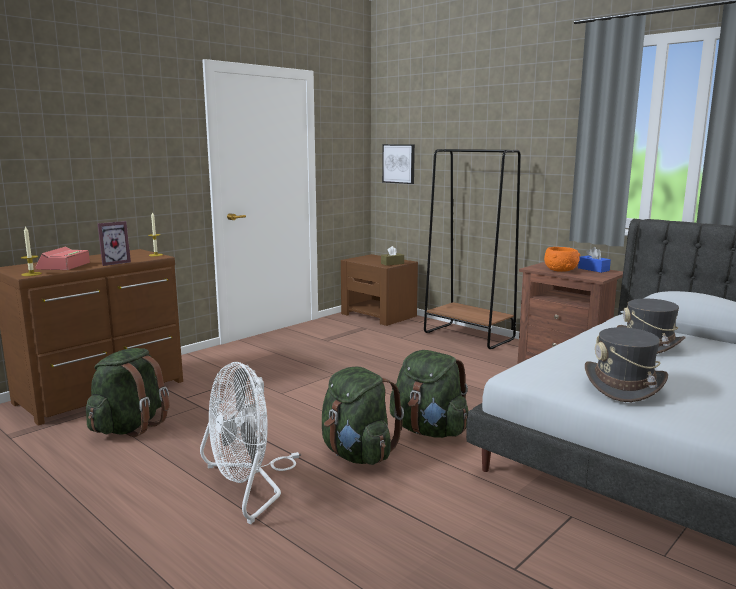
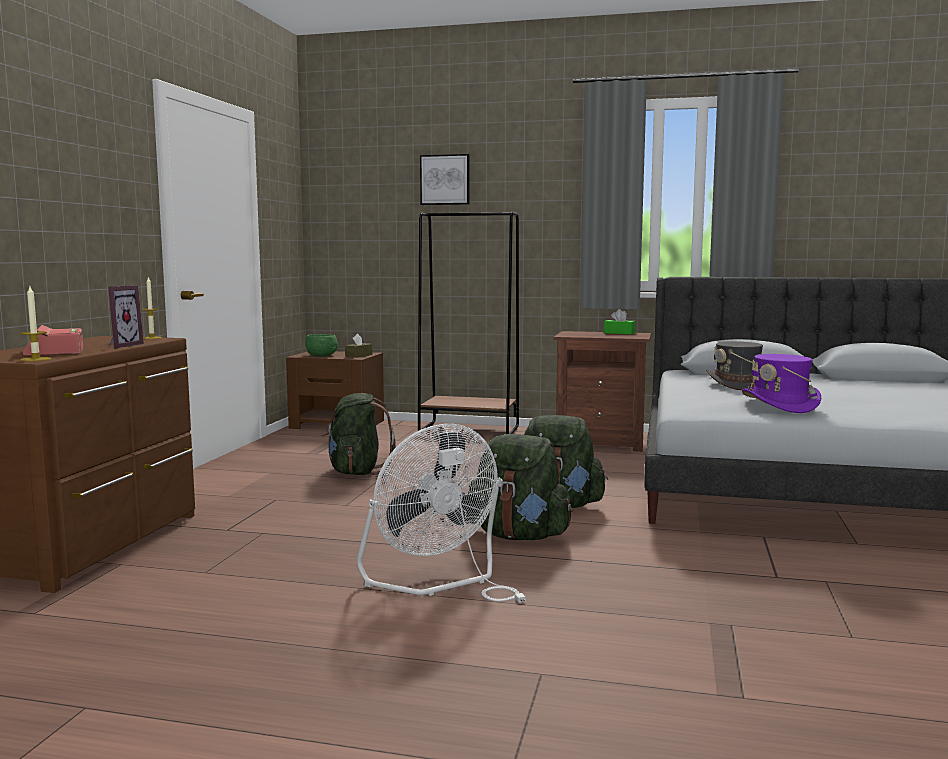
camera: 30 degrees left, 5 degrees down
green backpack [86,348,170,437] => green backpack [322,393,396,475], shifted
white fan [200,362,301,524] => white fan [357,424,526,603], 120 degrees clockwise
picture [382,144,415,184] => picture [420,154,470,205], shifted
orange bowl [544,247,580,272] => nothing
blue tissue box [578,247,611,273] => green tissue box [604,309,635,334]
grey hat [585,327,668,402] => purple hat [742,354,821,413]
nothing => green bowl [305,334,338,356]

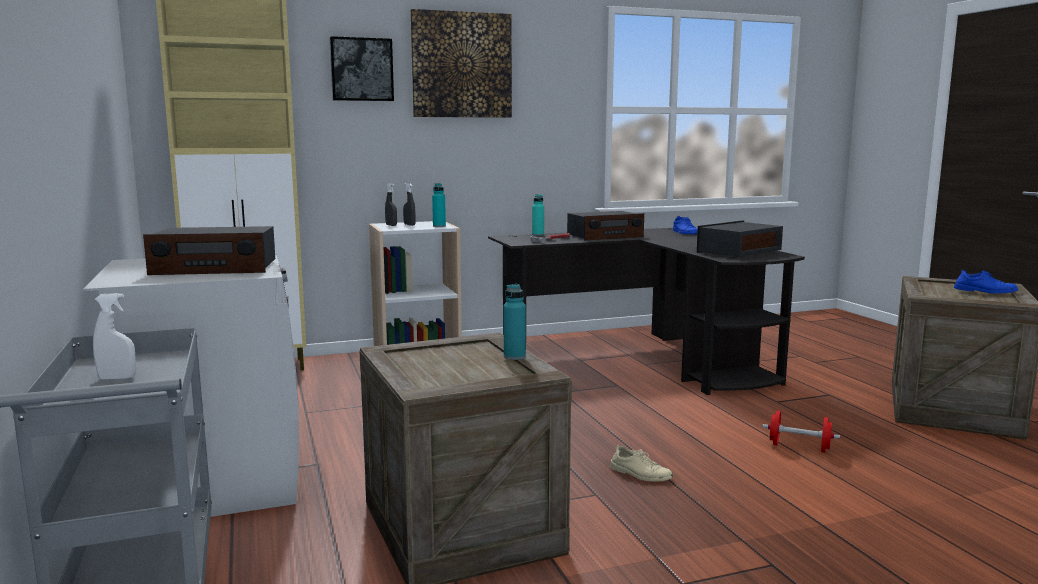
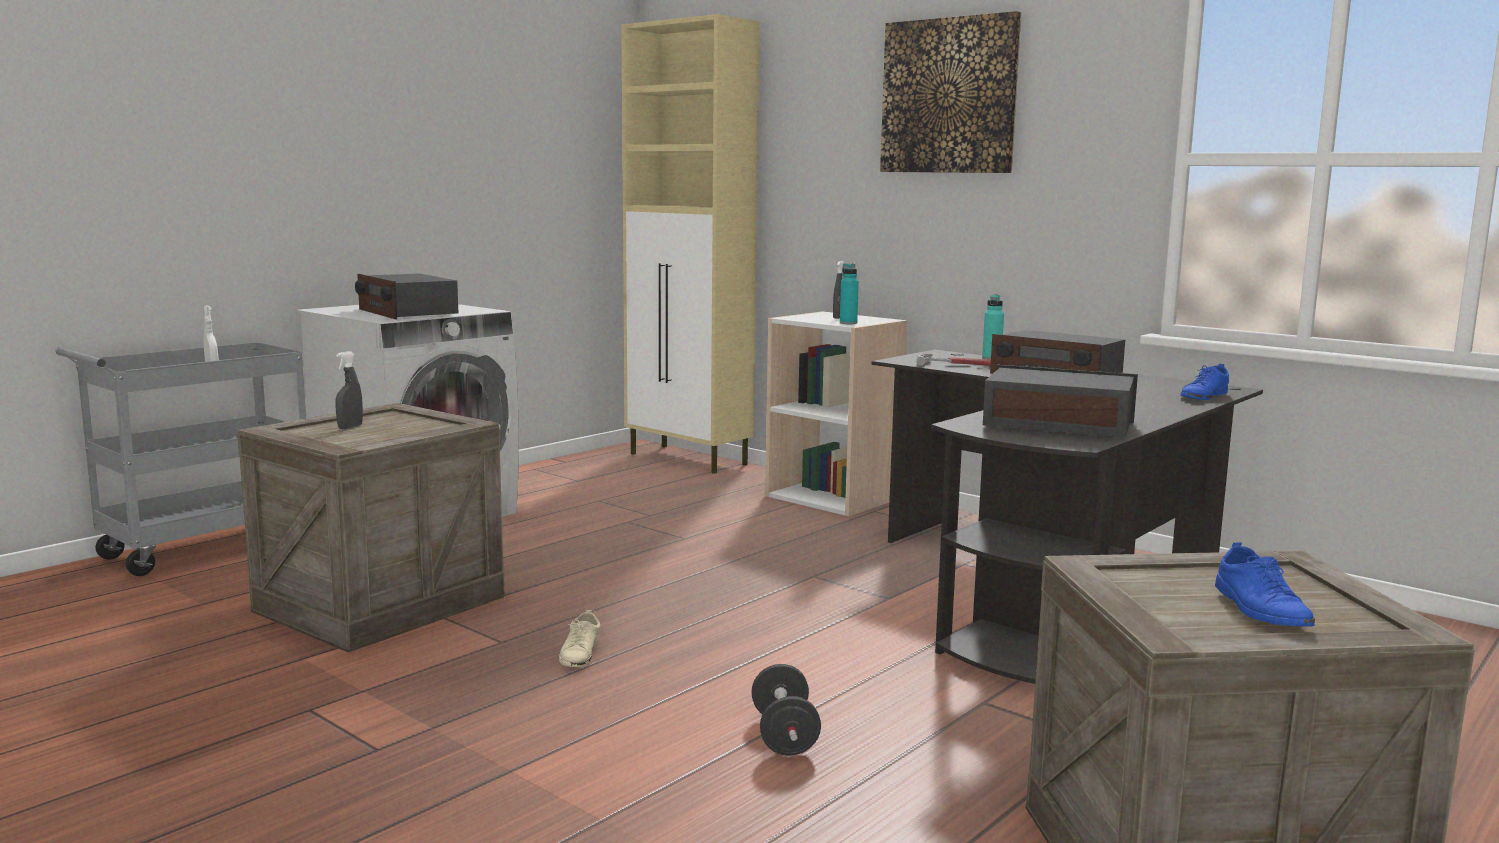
camera: 60 degrees right, 0 degrees up
picture [329,36,394,101] => nothing
grey spray bottle [385,184,397,226] => grey spray bottle [335,351,363,429], shifted
turquoise bottle [504,284,526,360] => nothing
red dumbbell [762,411,840,453] => black dumbbell [751,664,821,756]

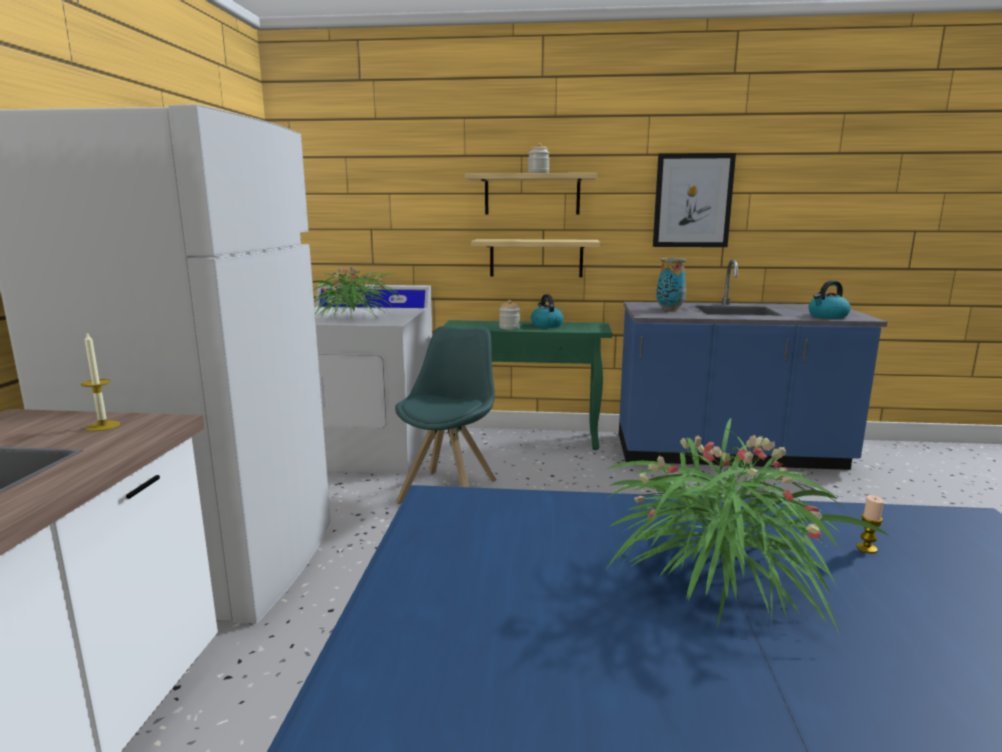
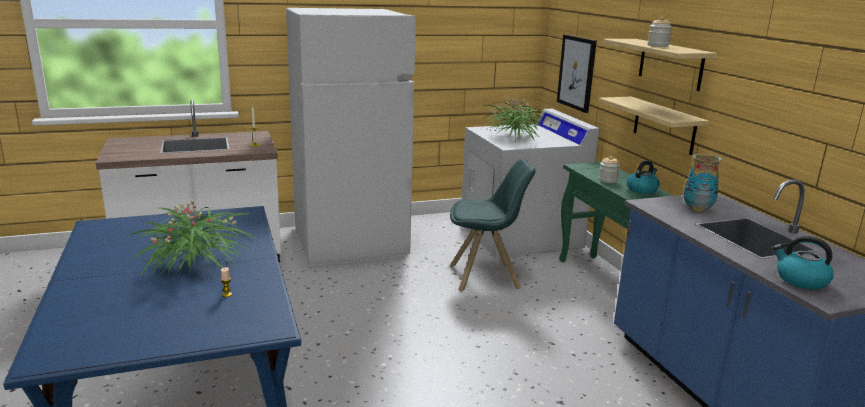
camera: 65 degrees right, 5 degrees up
picture [653,153,736,247] => picture [557,35,597,113], shifted

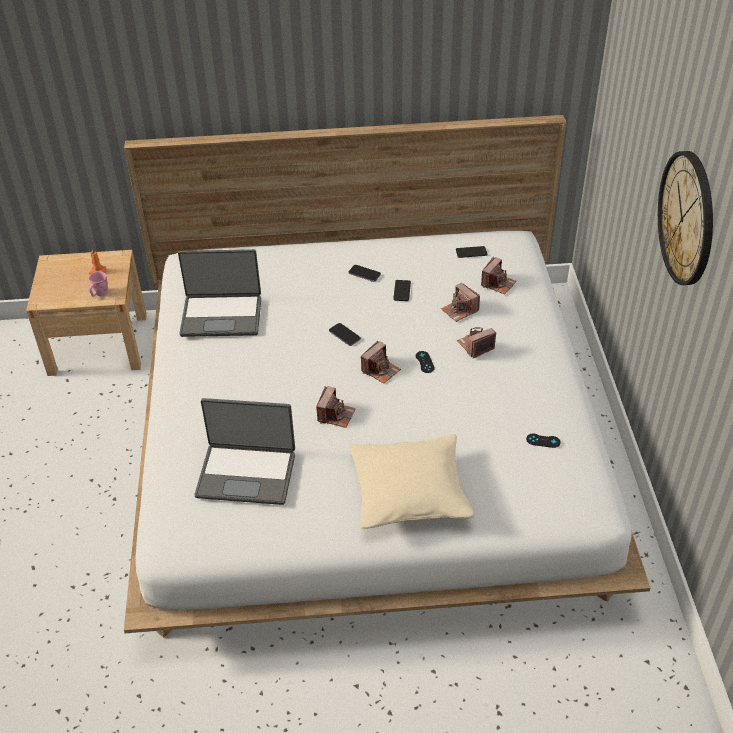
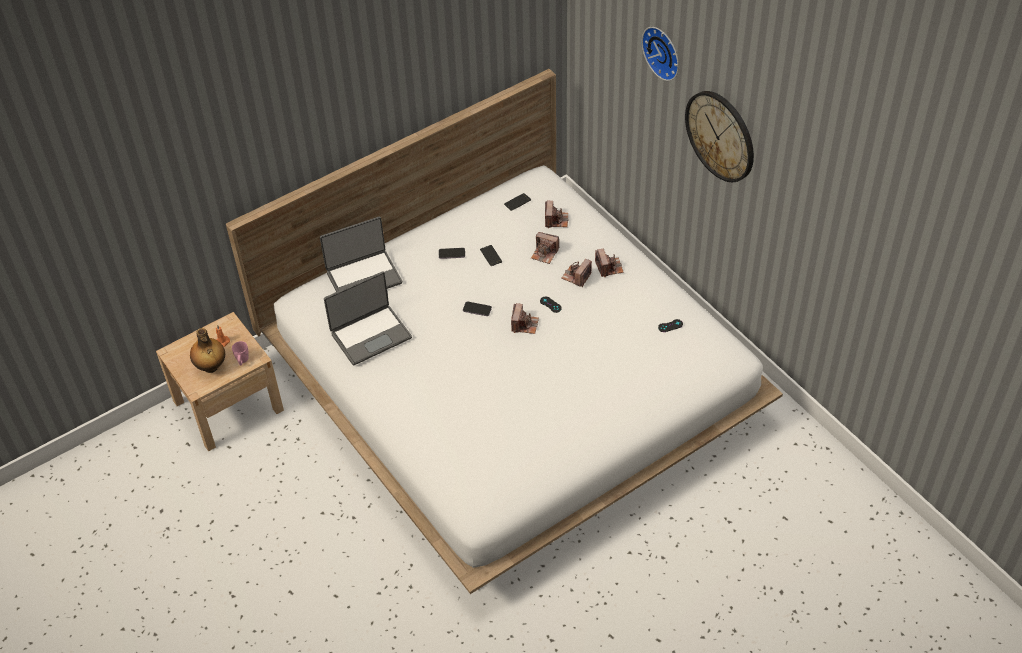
camera: 30 degrees left, 5 degrees up
laptop [194,398,295,505] => laptop [320,216,402,292], shifted
photo camera [316,386,356,428] => photo camera [595,249,624,277], shifted
beige pillow [349,434,474,529] => nothing
nothing => bottle [190,328,225,373]
nothing => wall clock [642,27,679,81]

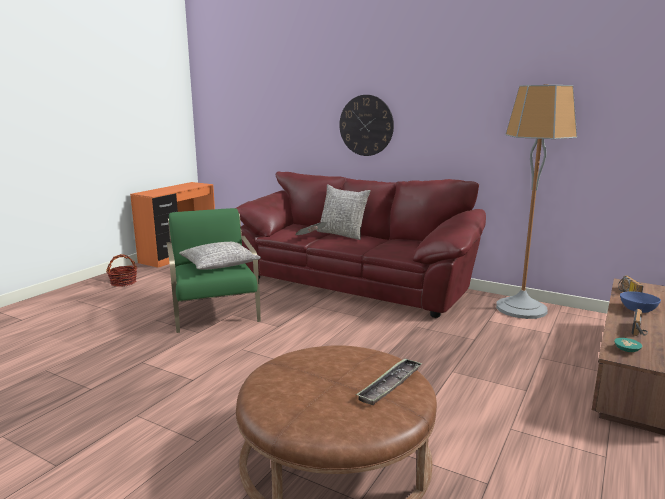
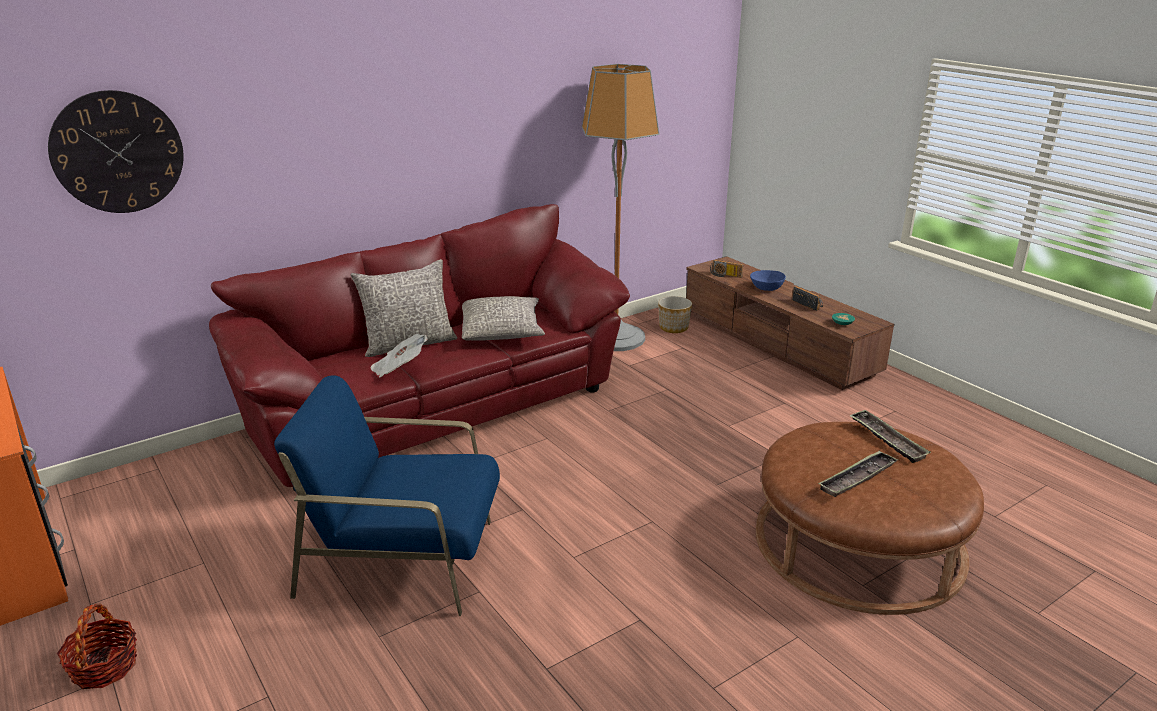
camera: 65 degrees left, 10 degrees up
green armchair [166,208,261,333] => blue armchair [274,375,500,616]
grey pillow [179,242,261,269] => grey pillow [462,296,545,340], shifted
wall clock [339,95,394,156] => wall clock [48,90,183,213], shifted
nothing => planter [658,296,692,333]
nothing => tray [818,450,898,497]

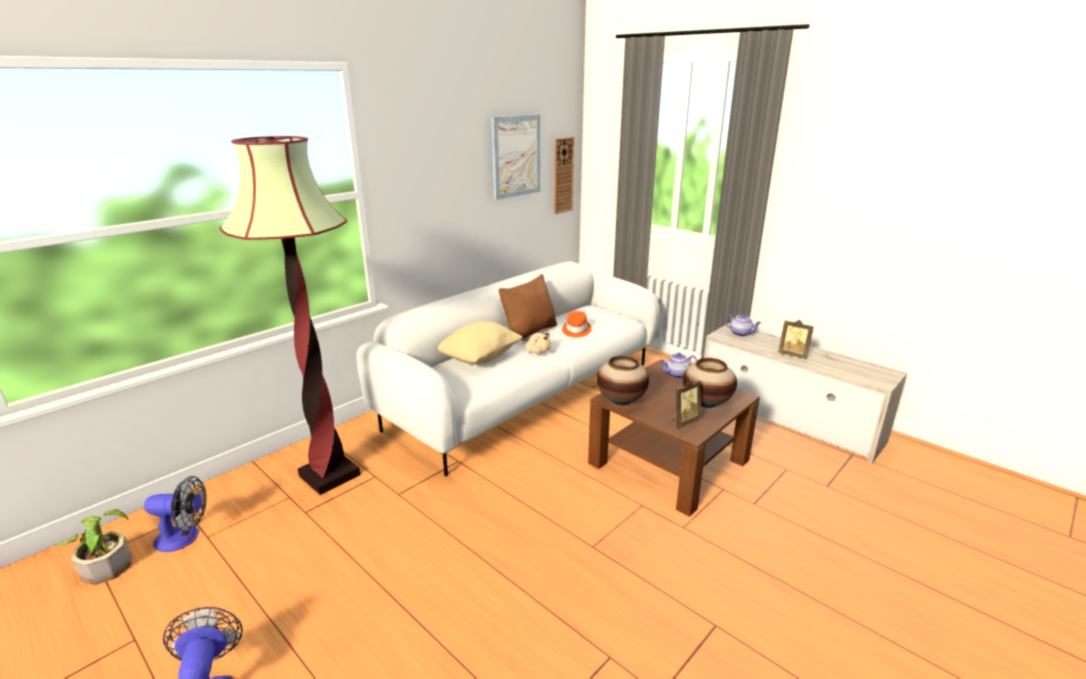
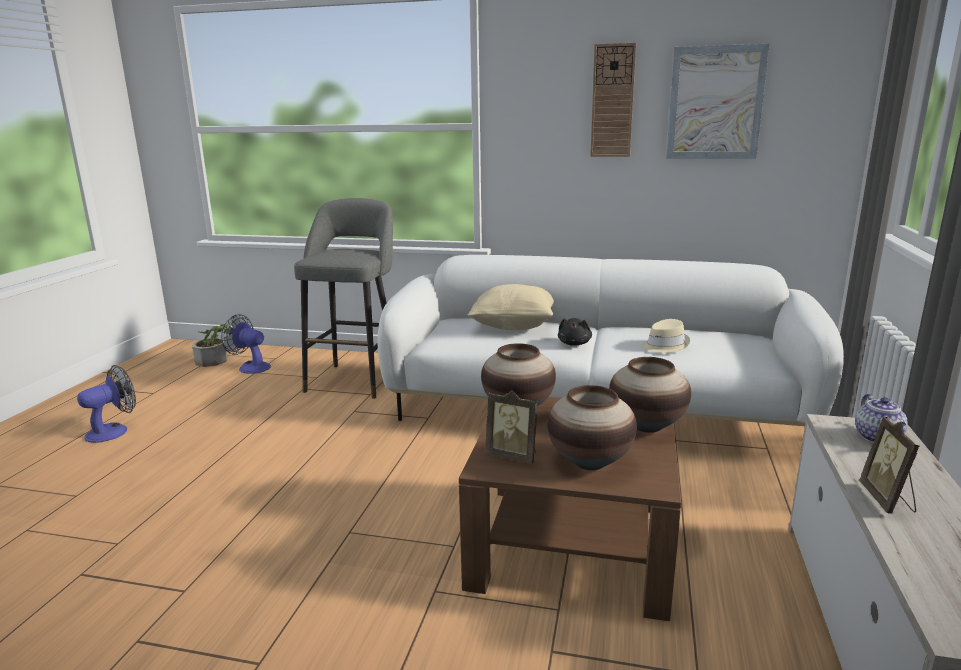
camera: 60 degrees right, 5 degrees down
fan [144,476,207,552] => fan [221,314,271,374], 150 degrees clockwise
floor lamp [220,136,360,495] => grey stool [294,198,393,399]
brown pillow [499,274,557,339] => nothing
beige plush toy [522,331,551,354] => black plush toy [558,318,592,346]
wall clock [554,137,574,214] => wall clock [590,43,636,157], shifted
orange hat [562,311,591,338] => beige hat [641,319,690,353]
teapot [660,353,697,378] => vase [609,357,691,433]

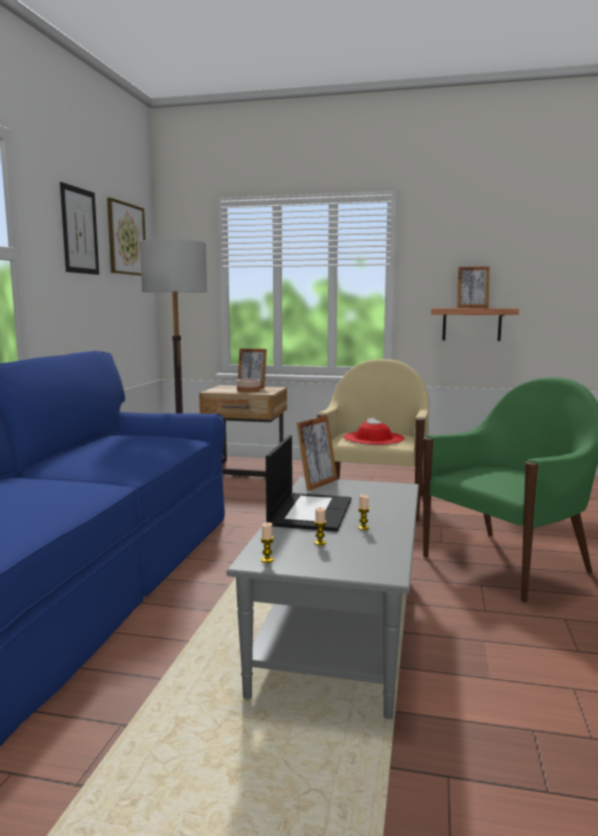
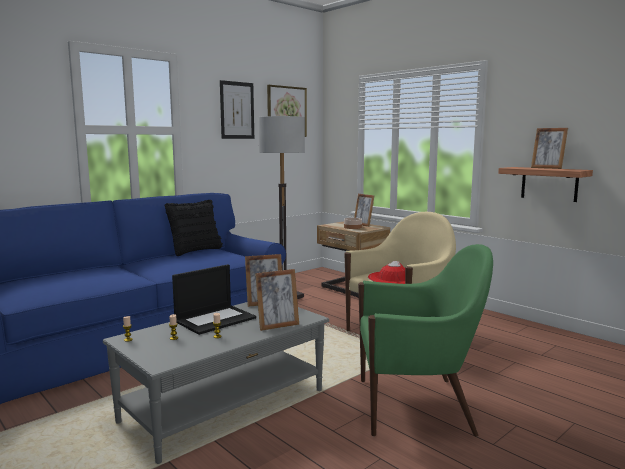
camera: 35 degrees right, 0 degrees up
nothing => black pillow [165,200,223,256]
nothing => picture frame [255,269,299,331]

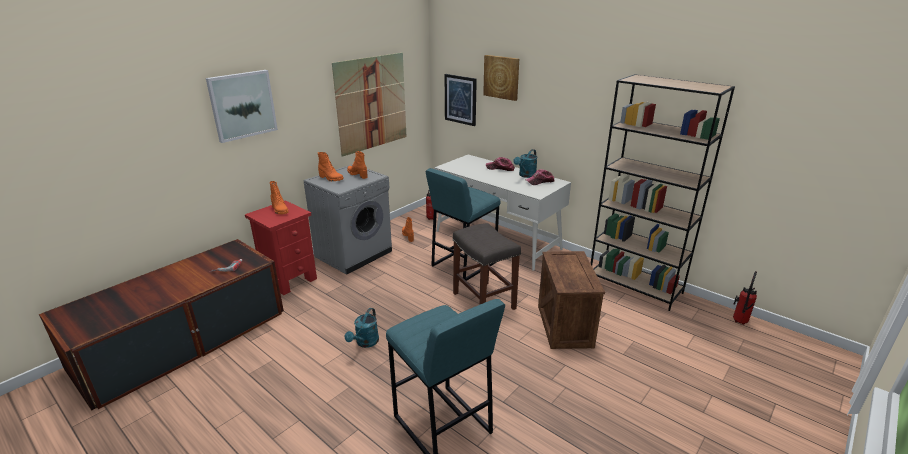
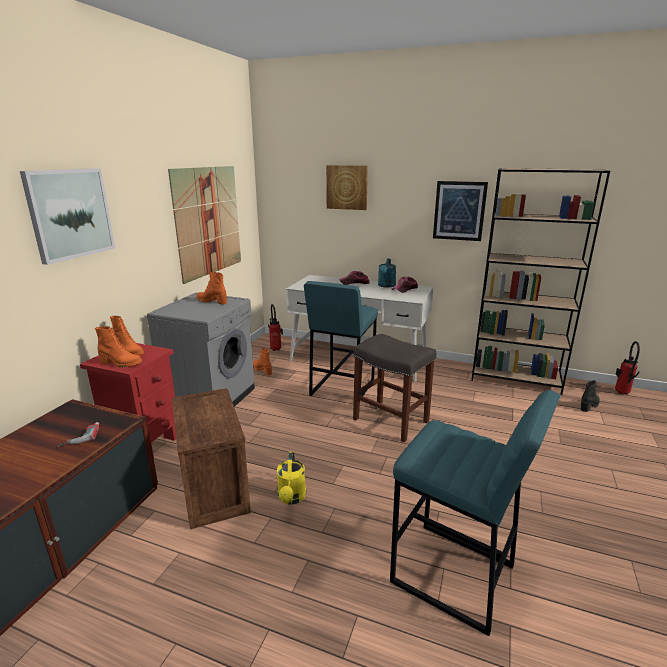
camera: 20 degrees left, 5 degrees down
orange boot [318,152,344,181] => orange boot [95,326,142,368], shifted
turquoise watering can [345,308,379,348] => yellow watering can [277,452,306,505]
picture [445,74,477,126] => picture [433,181,488,241], shifted
crate [538,251,605,349] => crate [172,388,251,529], shifted
nothing => black boot [581,380,600,412]

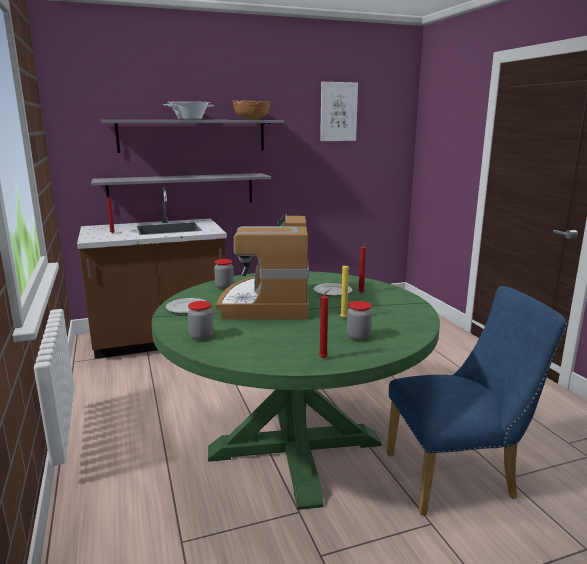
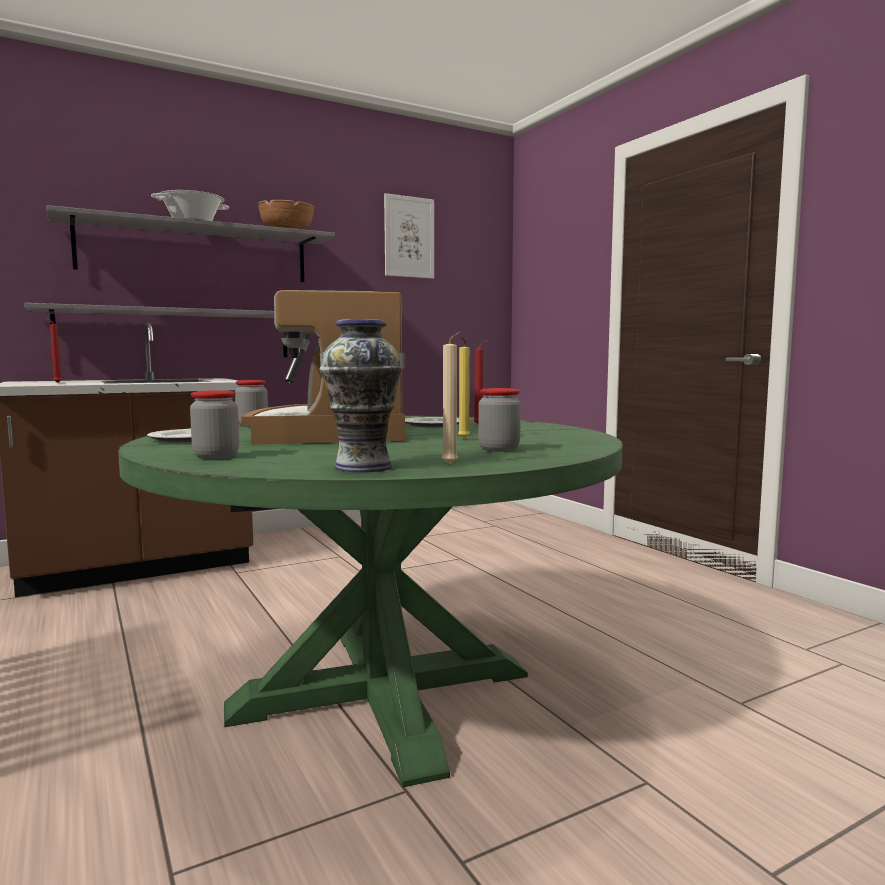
camera: 10 degrees left, 10 degrees down
red candle [319,289,331,358] => beige candle [442,331,461,465]
blue chair [387,286,567,515] => nothing
nothing => vase [319,319,402,472]

